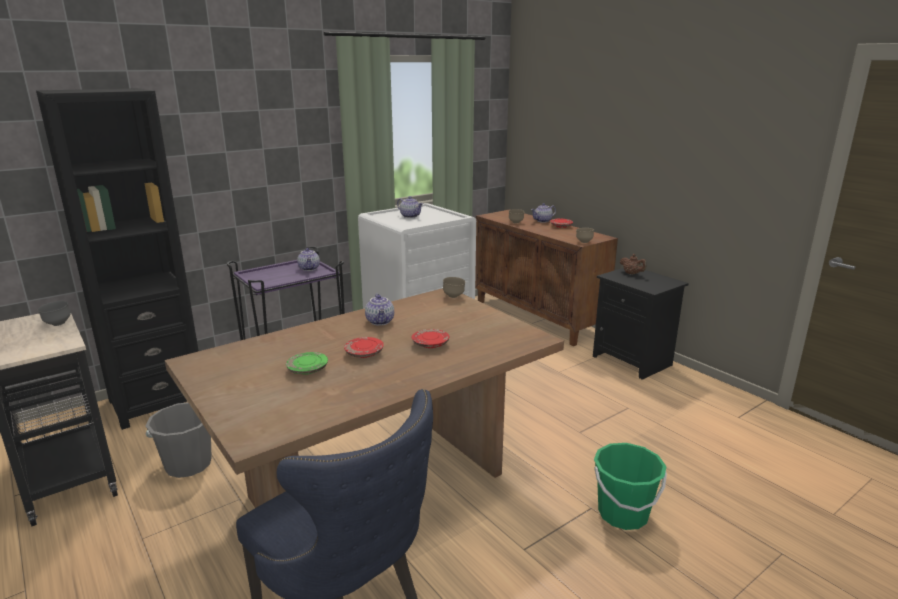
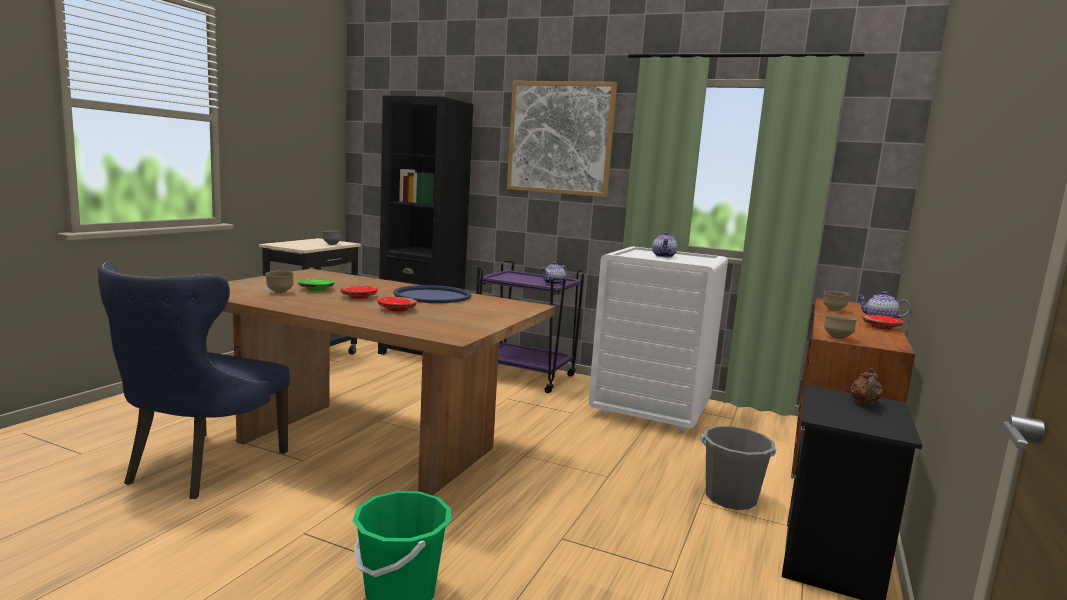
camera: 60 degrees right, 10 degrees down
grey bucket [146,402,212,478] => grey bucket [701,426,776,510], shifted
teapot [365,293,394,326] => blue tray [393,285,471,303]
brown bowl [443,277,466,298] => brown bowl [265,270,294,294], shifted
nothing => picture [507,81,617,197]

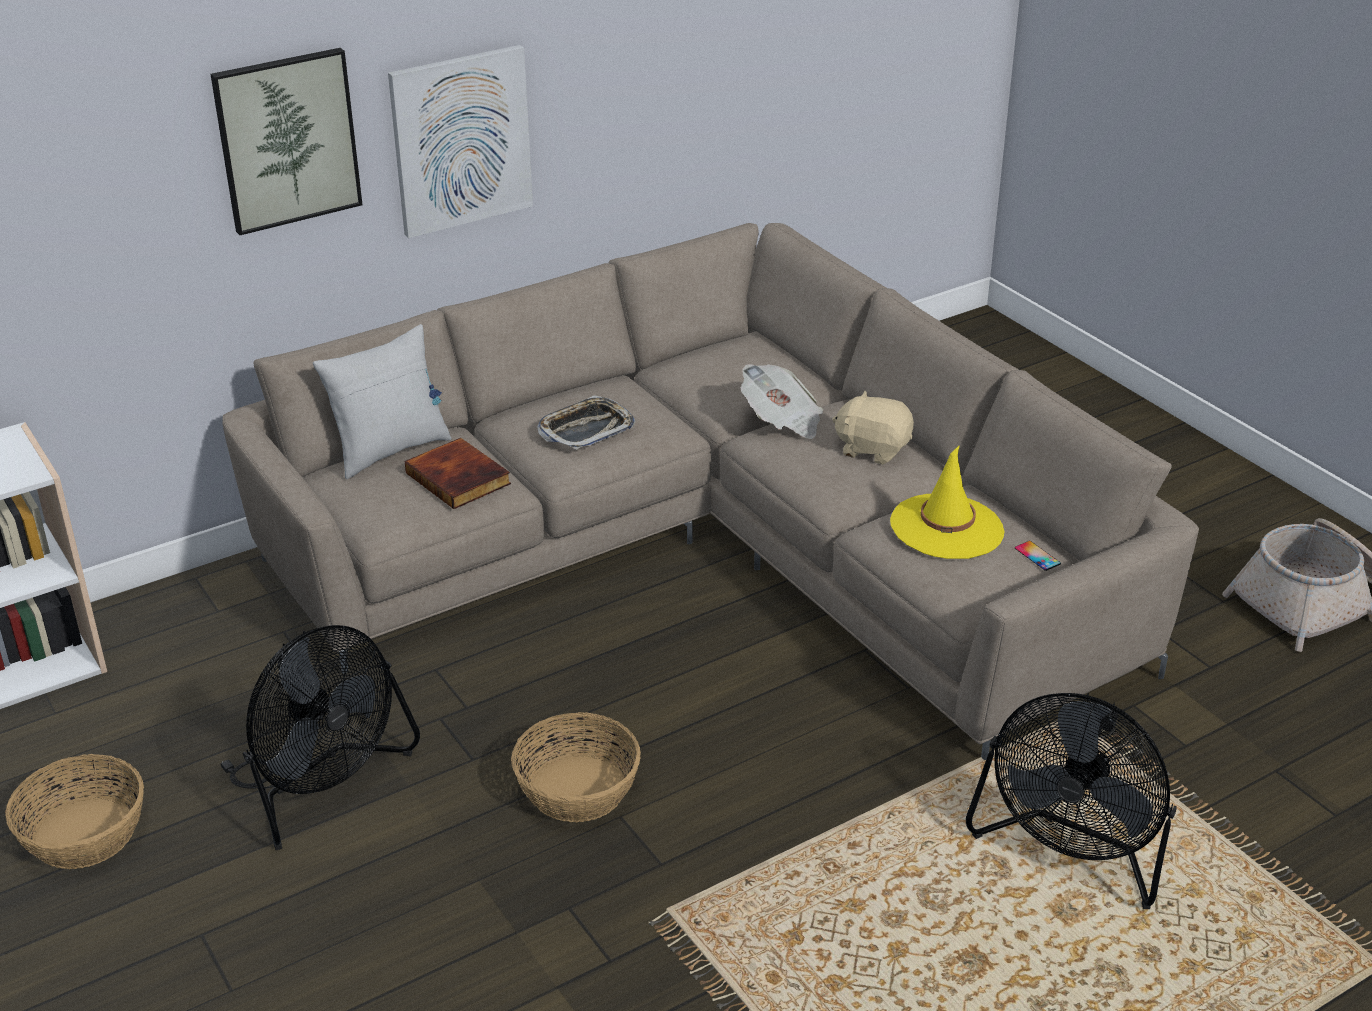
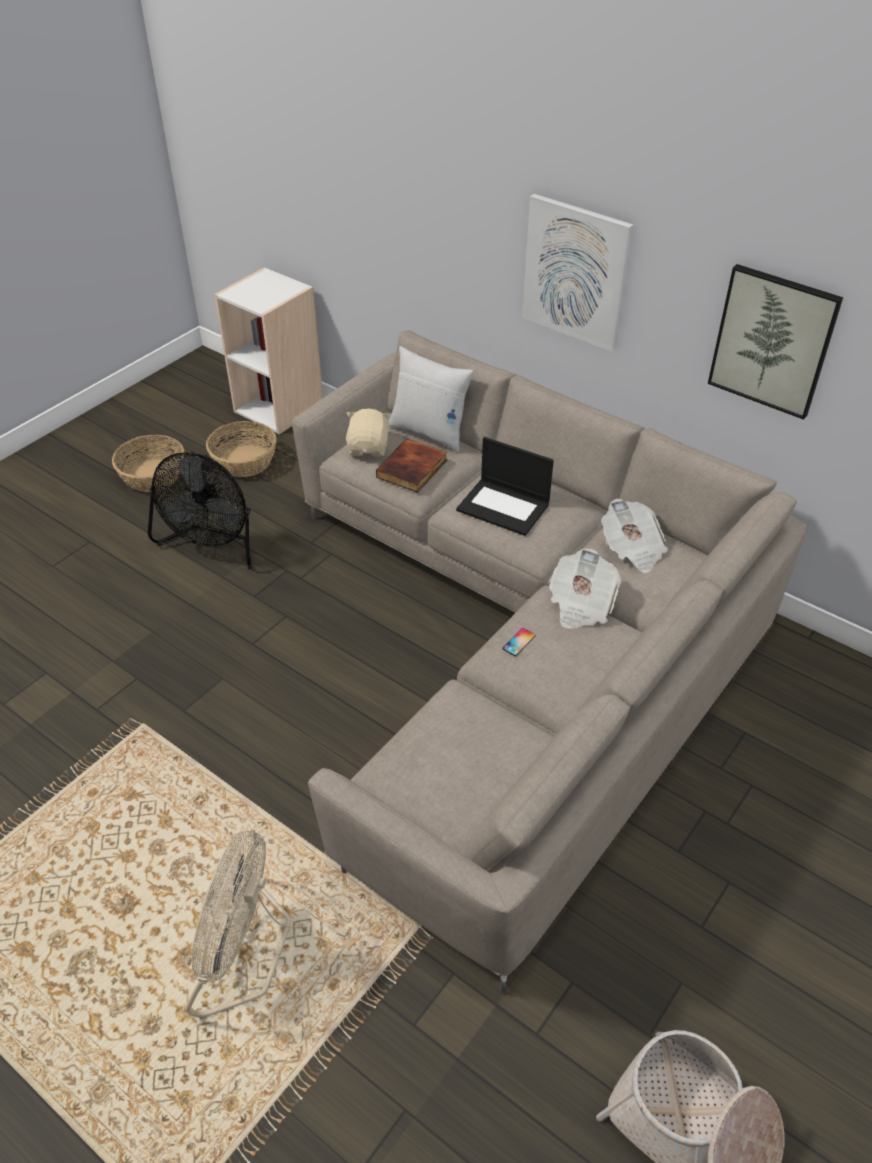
camera: 70 degrees right, 10 degrees up
picture [211,48,362,235] => picture [708,264,843,420], shifted
basket [511,712,641,822] => basket [206,421,277,477], shifted
tray [537,395,636,450] => laptop [456,437,554,536]
beige plush toy [832,391,914,465] => beige plush toy [346,409,391,457], shifted
yellow hat [890,445,1004,559] => nothing
black fan [966,693,1177,909] => beige fan [185,830,349,1019]
phone [1015,541,1061,571] => phone [502,628,536,656], shifted
nothing => newspaper [601,498,668,573]

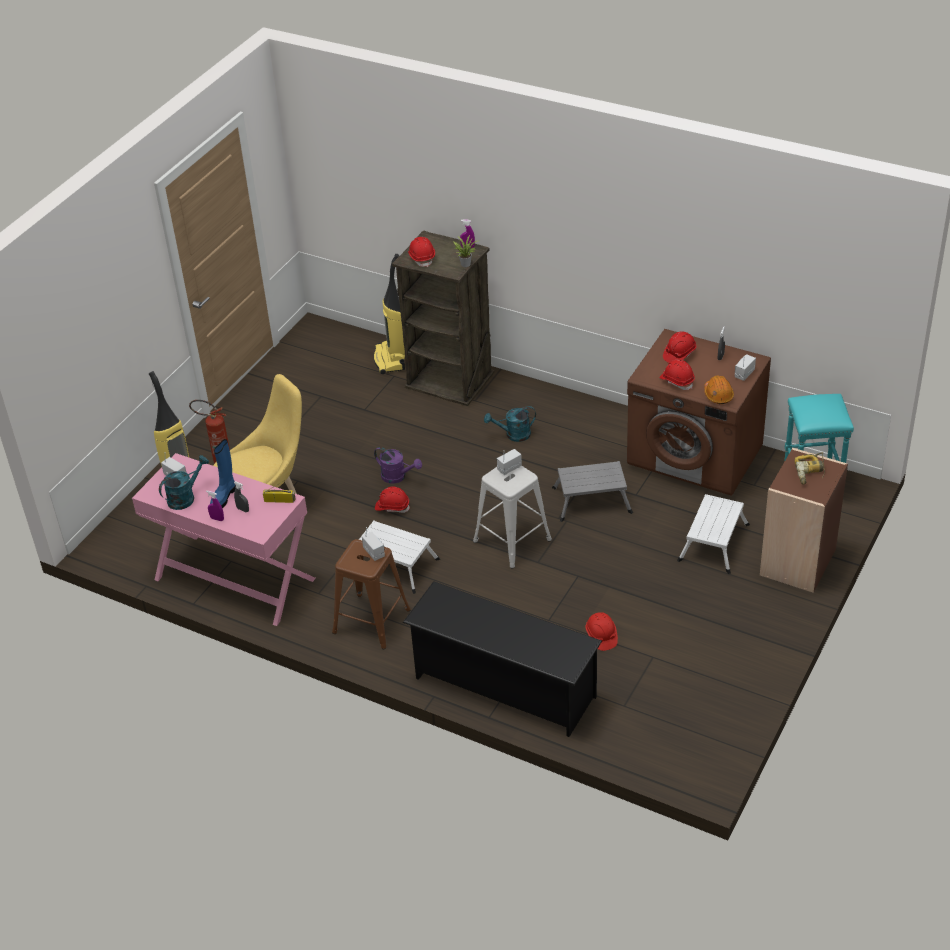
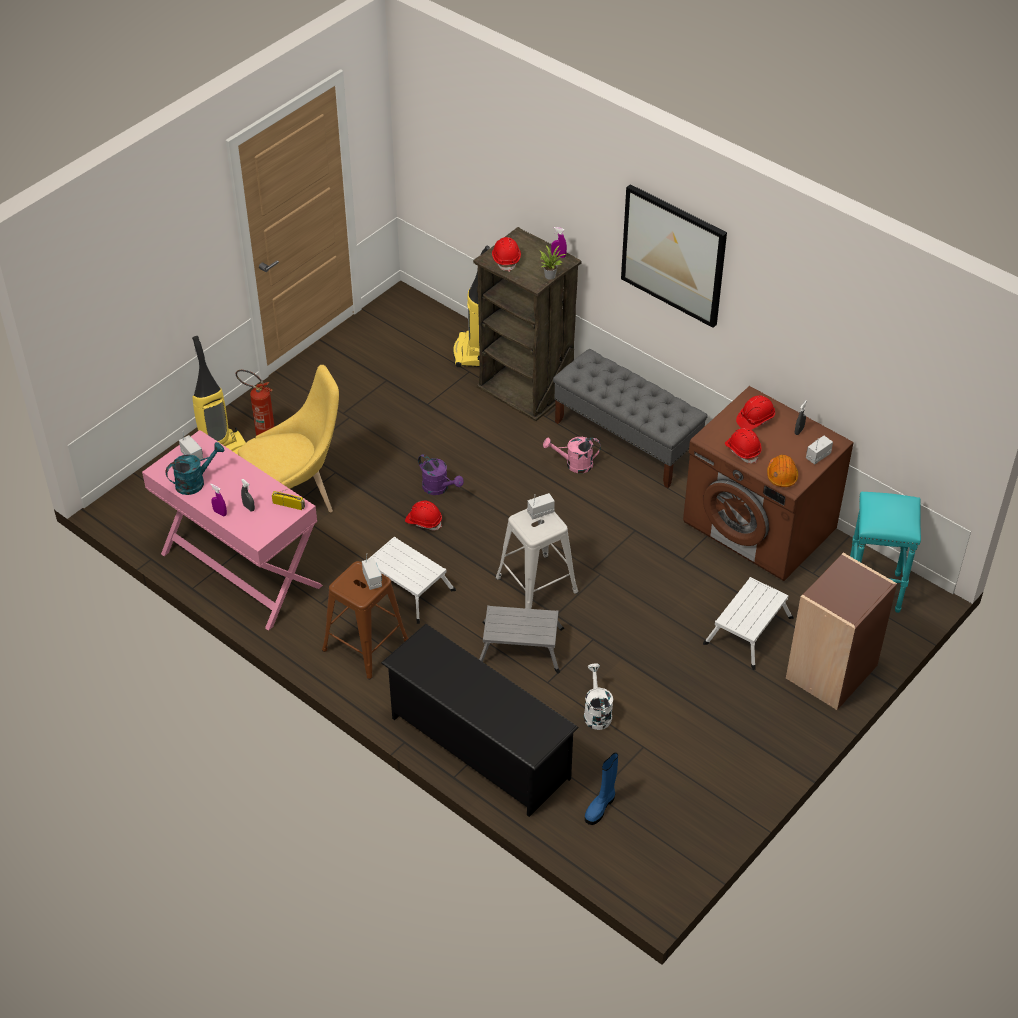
camera: 10 degrees right, 5 degrees up
blue boot [210,439,236,508] => blue boot [585,752,618,825], shifted
turquoise watering can [484,406,536,442] => pink watering can [543,437,601,473]
grey step ladder [552,461,633,522] => grey step ladder [479,605,564,673], shifted
red hard hat [585,612,618,651] => white watering can [584,663,613,730]
power drill [795,452,825,485] => nothing
nothing => grey bench [553,349,708,488]
nothing => picture [621,184,727,328]

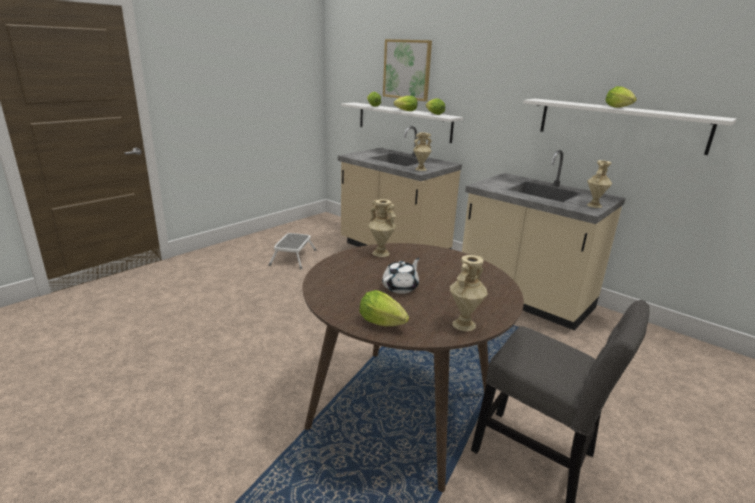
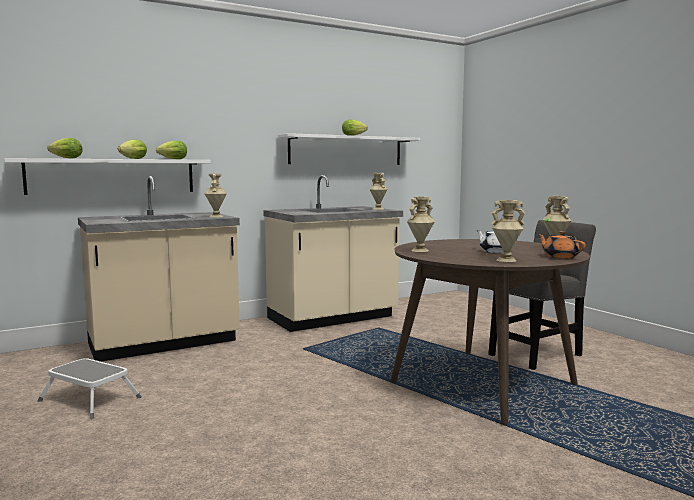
camera: 70 degrees left, 15 degrees down
lettuce [360,290,409,326] => orange teapot [538,231,586,259]
picture [383,39,432,101] => nothing
nothing => beige vase [491,200,525,262]

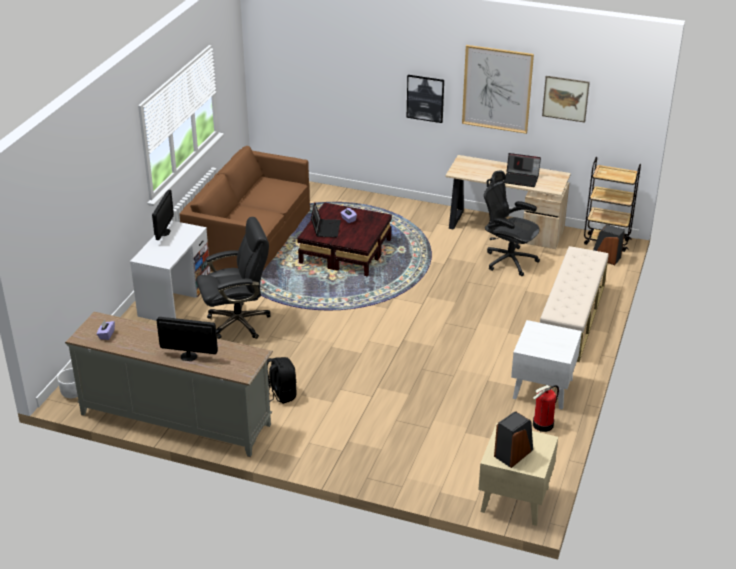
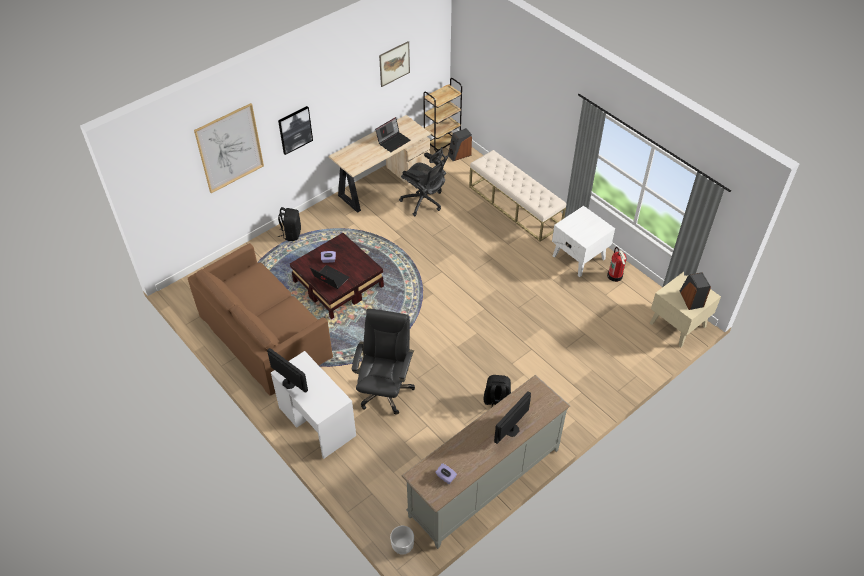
camera: 60 degrees left, 15 degrees up
picture [462,45,534,134] => picture [194,103,264,193], shifted
office chair [484,170,540,276] => office chair [399,147,449,216], 120 degrees counterclockwise
nothing => black backpack [278,207,301,241]

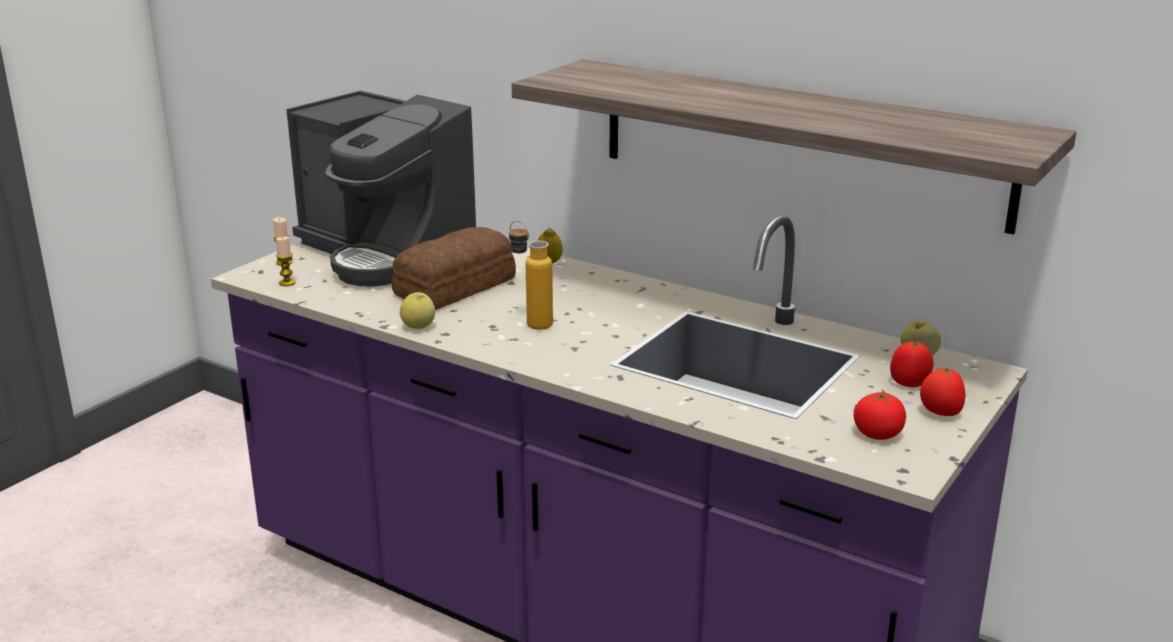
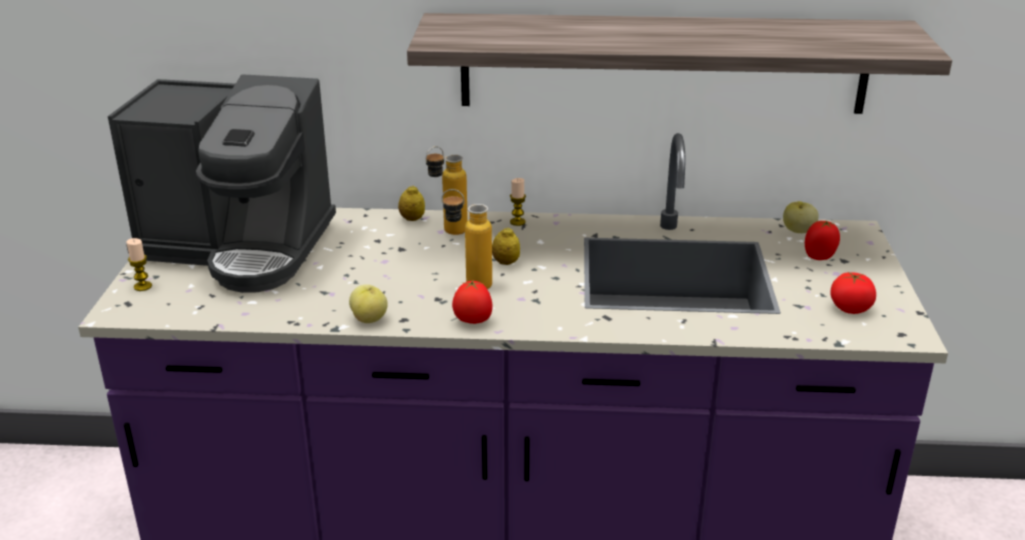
camera: 30 degrees left, 5 degrees up
candle [276,237,296,286] => candle [510,178,526,226], shifted
bread [391,227,516,310] => nothing
tomato [920,368,966,416] => tomato [452,280,493,324], shifted
nothing => bottle [426,146,468,235]
nothing => lemon [492,227,520,265]

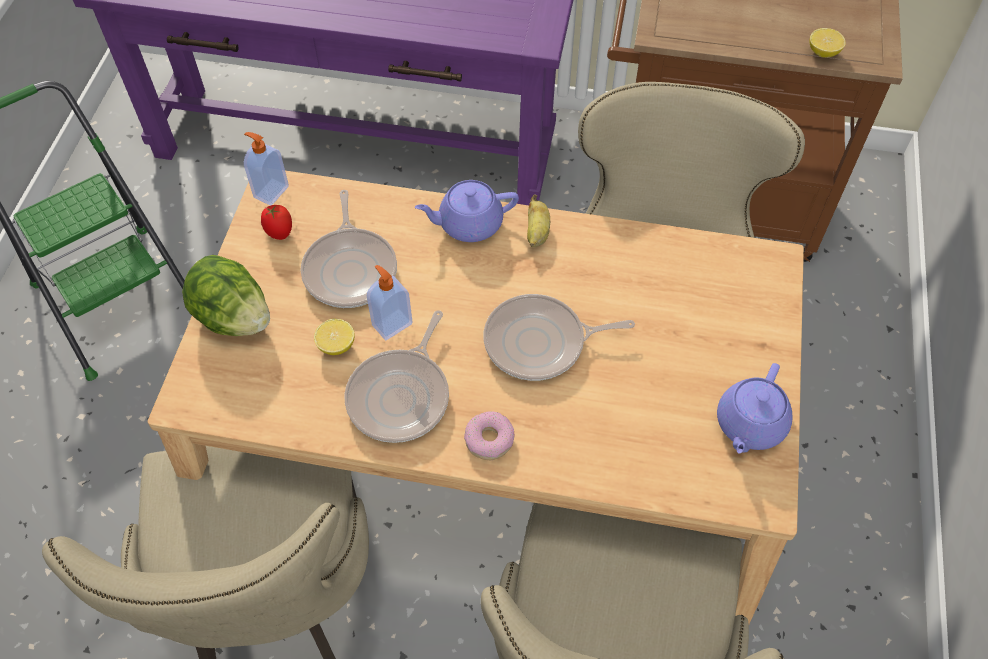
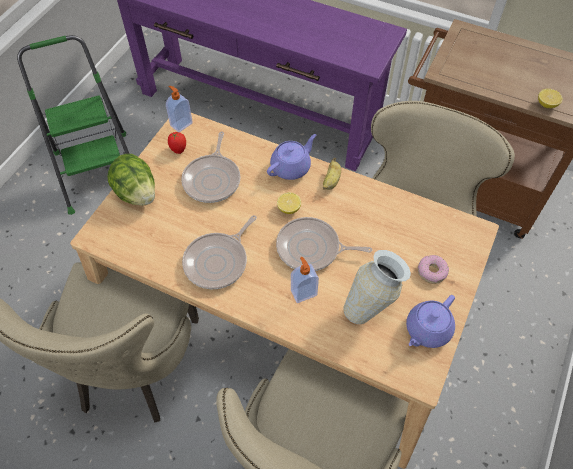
camera: 15 degrees right, 0 degrees up
lemon [314,319,354,355] => lemon [277,192,301,214], shifted
soap dispenser [367,265,413,340] => soap dispenser [291,257,319,303], shifted
purple teapot [415,180,519,242] => purple teapot [267,134,316,180], 135 degrees clockwise
donut [464,411,514,460] => donut [418,255,449,284], shifted
nothing => vase [343,250,411,324]

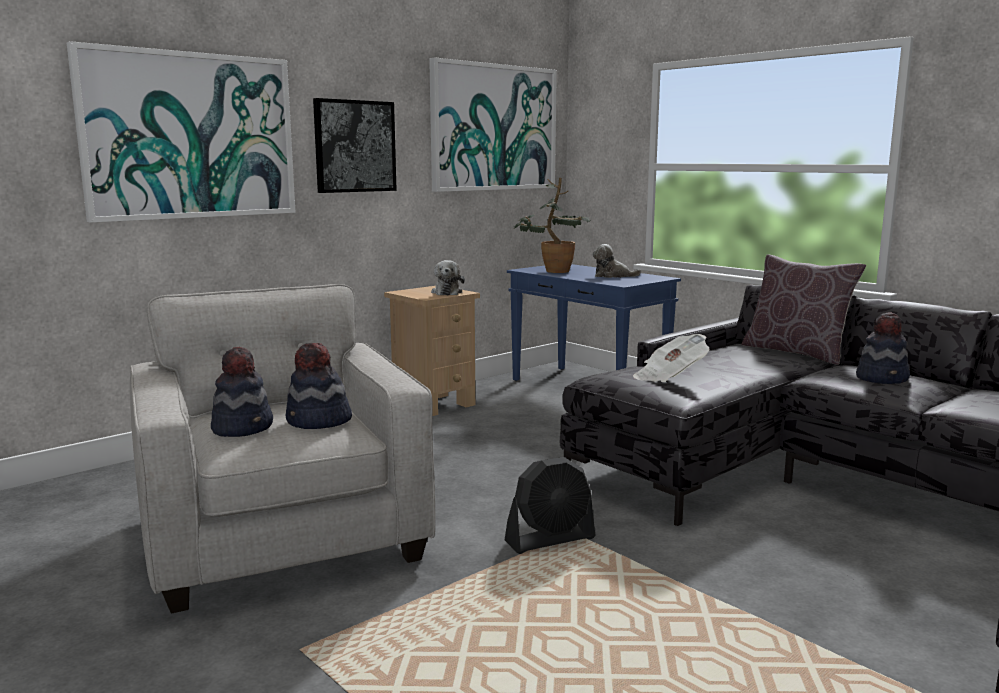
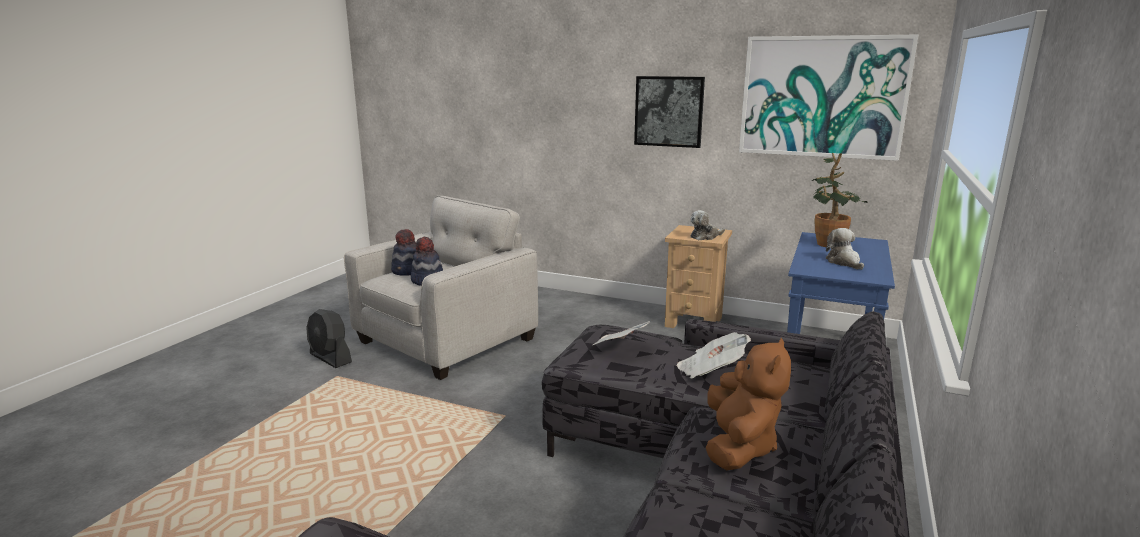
camera: 65 degrees right, 5 degrees up
picture [67,41,296,223] => nothing
black fan [505,457,596,554] => black fan [306,309,352,368], shifted
brown pillow [741,255,866,365] => nothing
hat [856,312,910,384] => brown plush toy [706,338,791,470]
nothing => newspaper [676,332,751,379]

